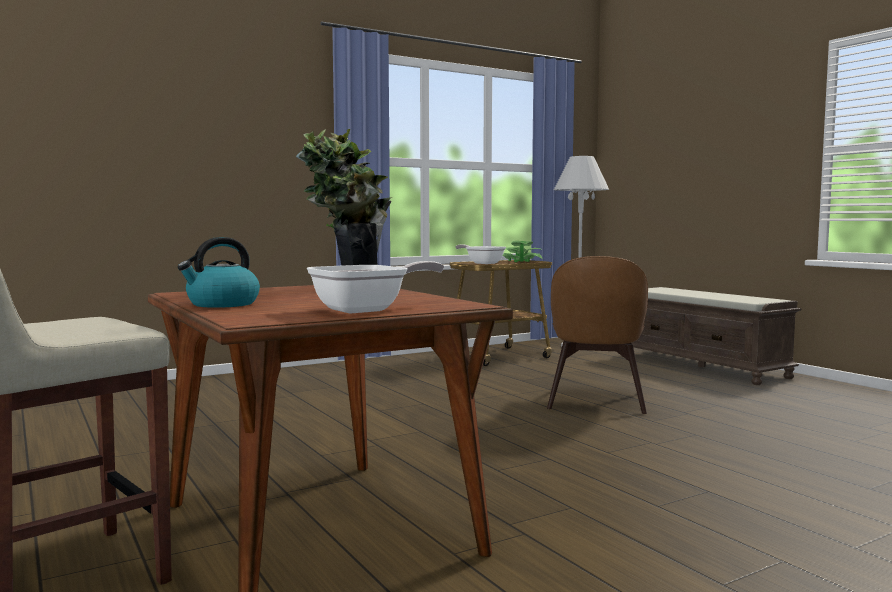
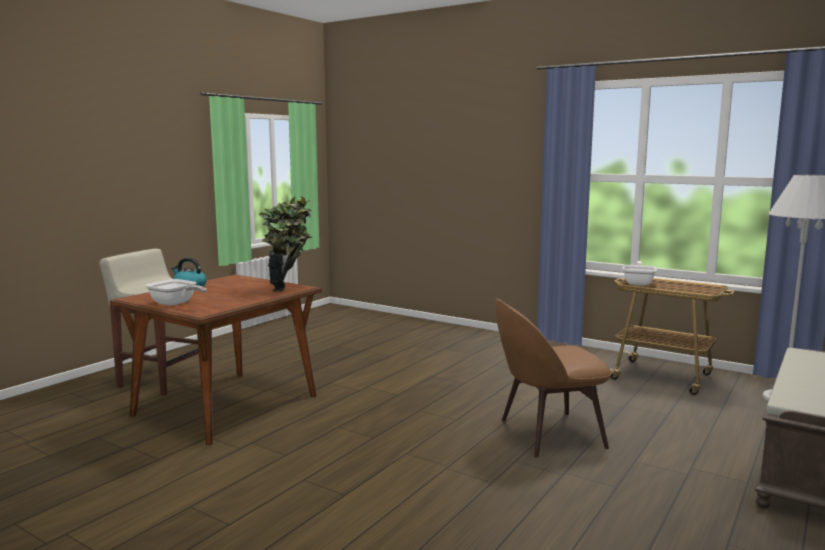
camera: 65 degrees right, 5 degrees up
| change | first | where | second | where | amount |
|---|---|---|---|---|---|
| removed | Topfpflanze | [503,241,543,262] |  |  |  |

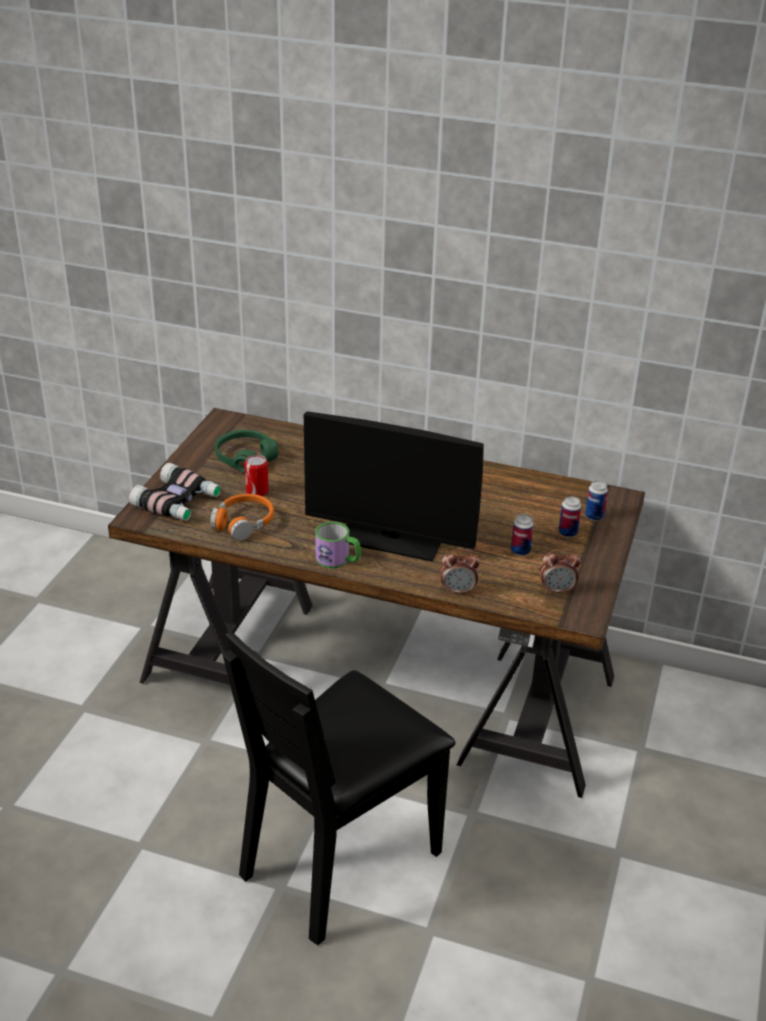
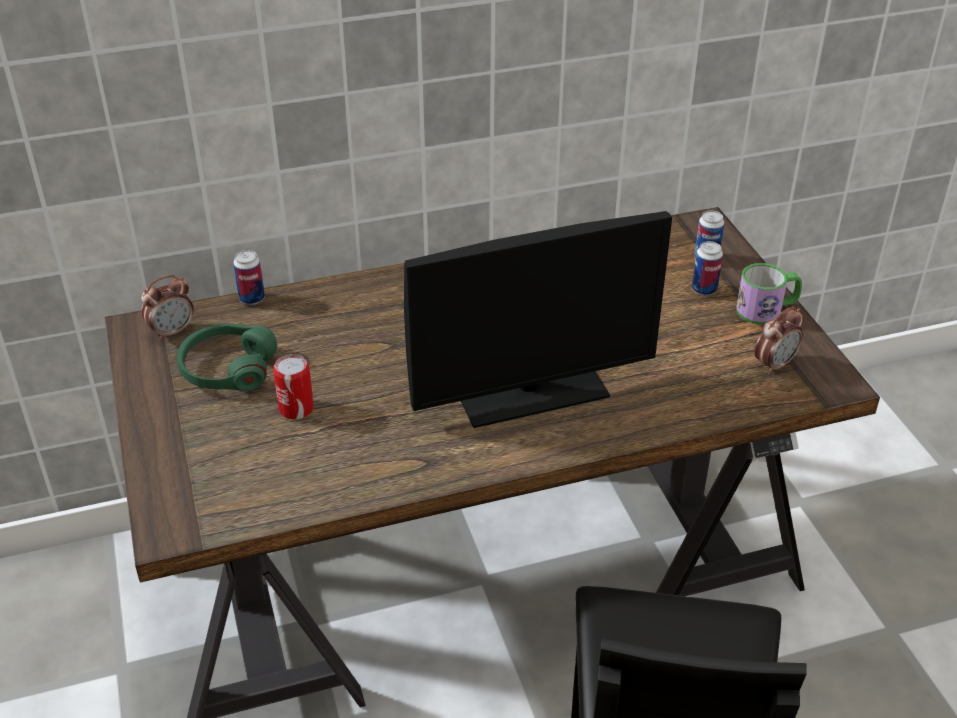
camera: 35 degrees left, 5 degrees up
| change | first | where | second | where | amount |
|---|---|---|---|---|---|
| removed | Fernglas | [129,463,221,521] |  |  |  |
| removed | Kopfhörer [orange] | [210,494,274,541] |  |  |  |
| moved | Dose | [511,514,534,556] |  | [233,250,265,305] |  |
| moved | Henkelbecher | [315,522,361,568] |  | [736,263,802,325] |  |
| moved | Wecker | [440,549,480,595] |  | [141,275,194,341] |  |

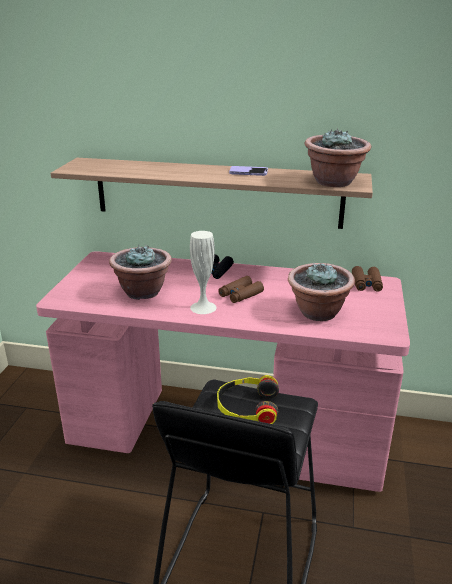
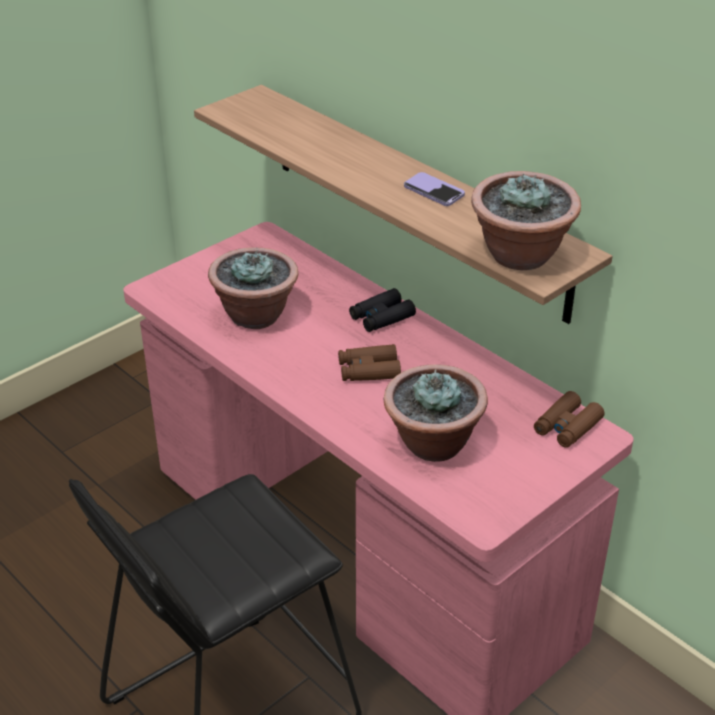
camera: 35 degrees right, 10 degrees up
| change | first | where | second | where | amount |
|---|---|---|---|---|---|
| removed | Vase [weiß] | [190,231,217,314] |  |  |  |
| removed | Kopfhörer | [217,375,279,424] |  |  |  |

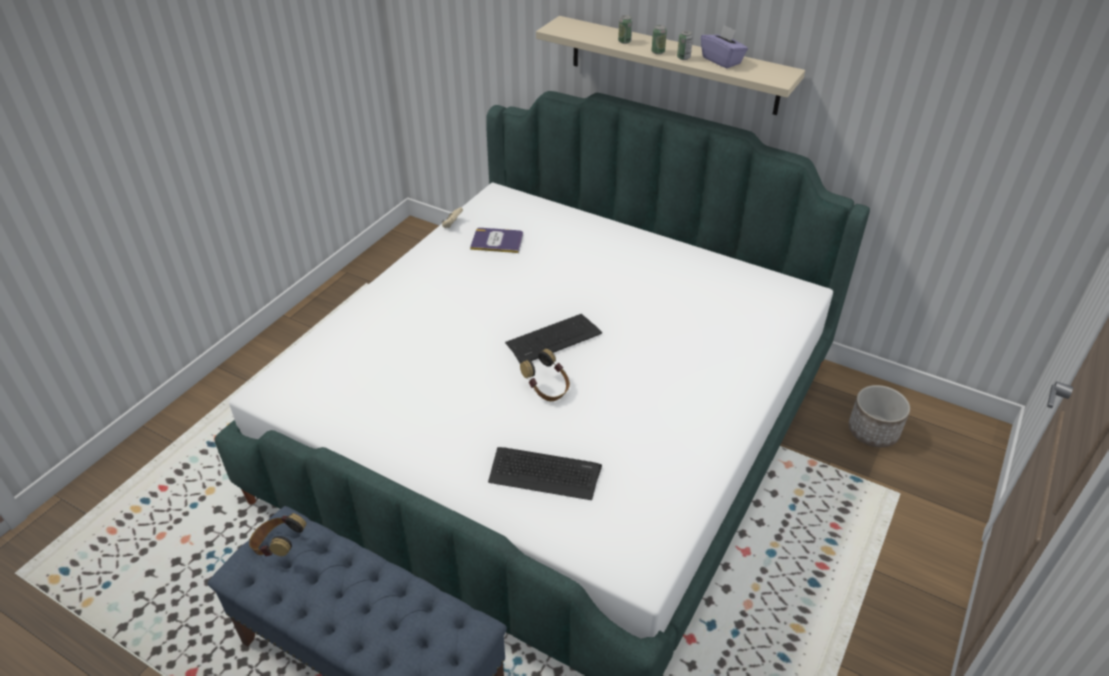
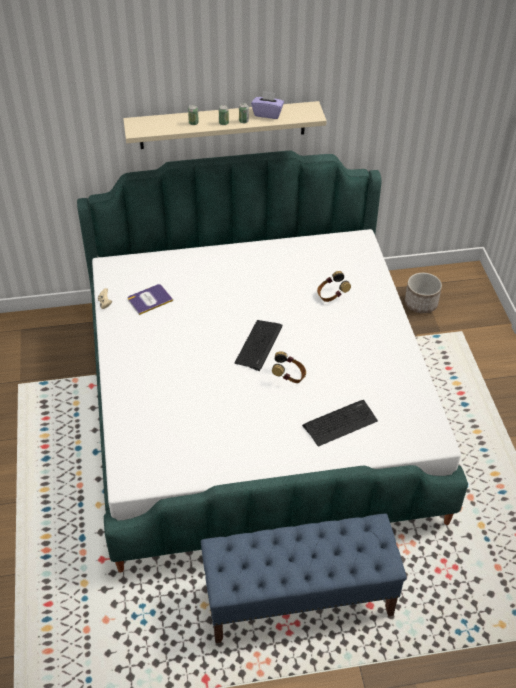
camera: 40 degrees left, 5 degrees up
| change | first | where | second | where | amount |
|---|---|---|---|---|---|
| moved | Kopfhörer | [249,513,306,556] |  | [317,271,351,302] |  |

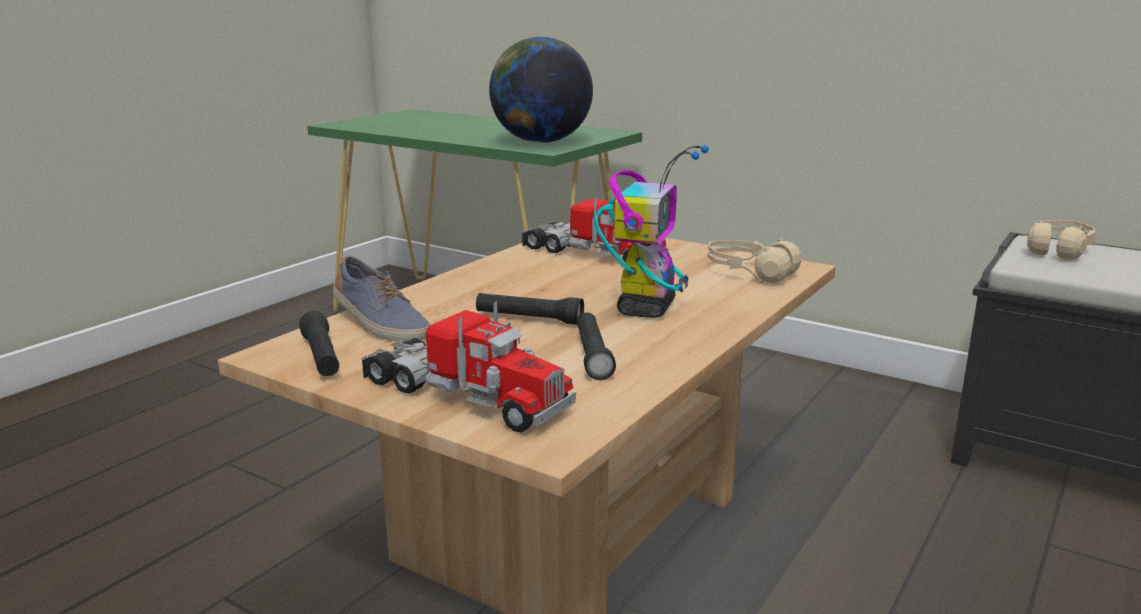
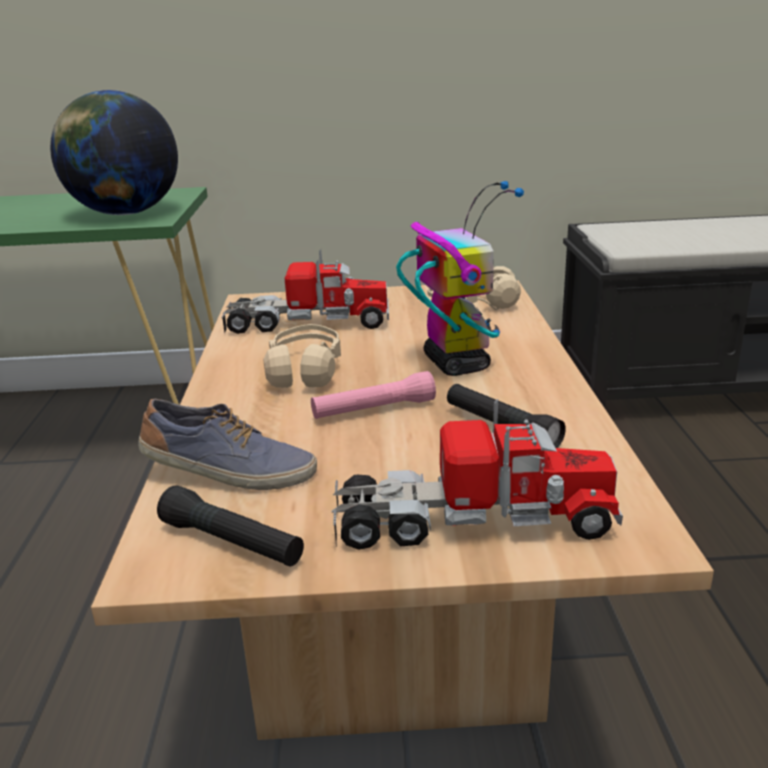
camera: 35 degrees left, 5 degrees up
| change | first | where | second | where | amount |
|---|---|---|---|---|---|
| moved | Kopfhörer [beige] | [1027,220,1096,260] |  | [264,324,341,388] |  |
| recoloured | Taschenlampe [schwarz] | [476,293,584,325] | Taschenlampe [rosa] | [311,371,436,419] |  |

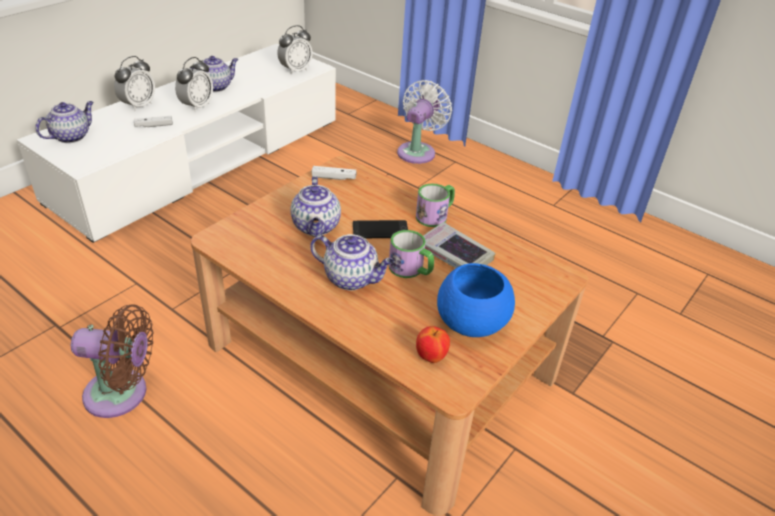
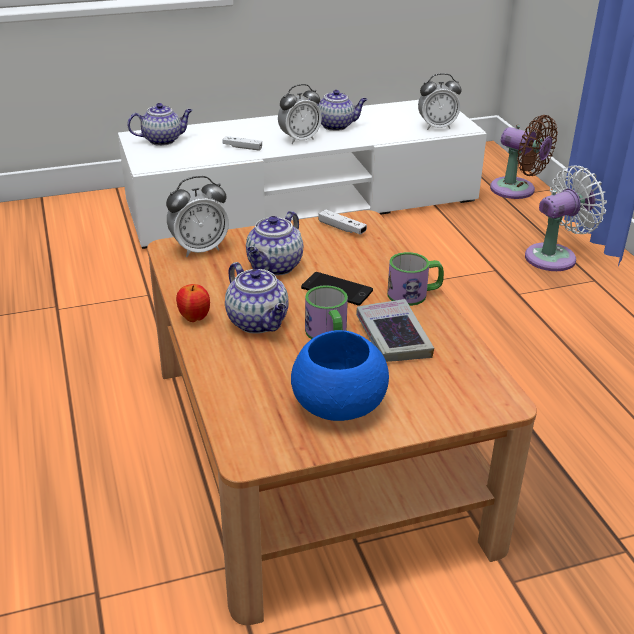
camera: 35 degrees right, 5 degrees down
| change | first | where | second | where | amount |
|---|---|---|---|---|---|
| moved | Wecker | [114,56,155,112] |  | [166,176,229,257] |  |
| moved | Ventilator [braun] | [71,304,154,418] |  | [490,115,558,199] |  |
| moved | Apfel | [416,326,450,363] |  | [176,284,210,322] |  |

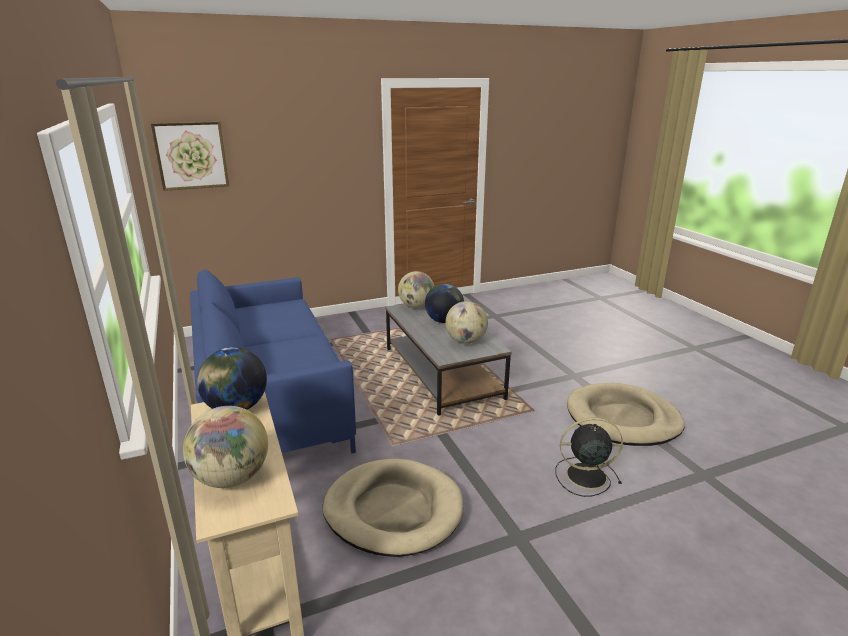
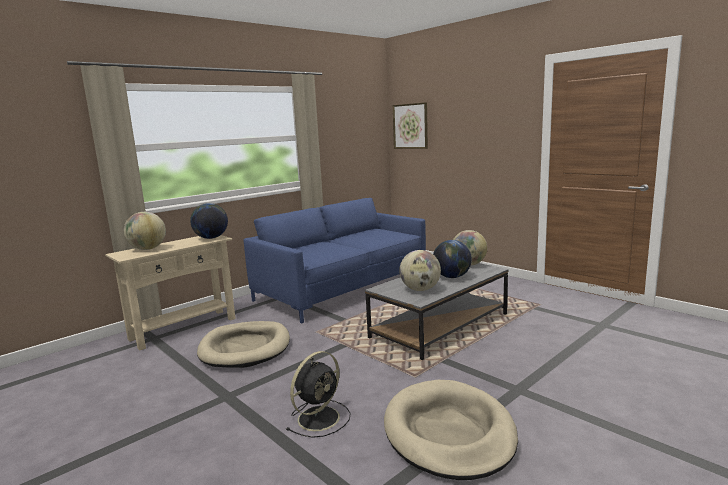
camera: 70 degrees right, 10 degrees down
| change | first | where | second | where | amount |
|---|---|---|---|---|---|
| turned | Ventilator [schwarz] | [555,417,623,497] |  | [286,351,351,438] | 60 degrees clockwise |

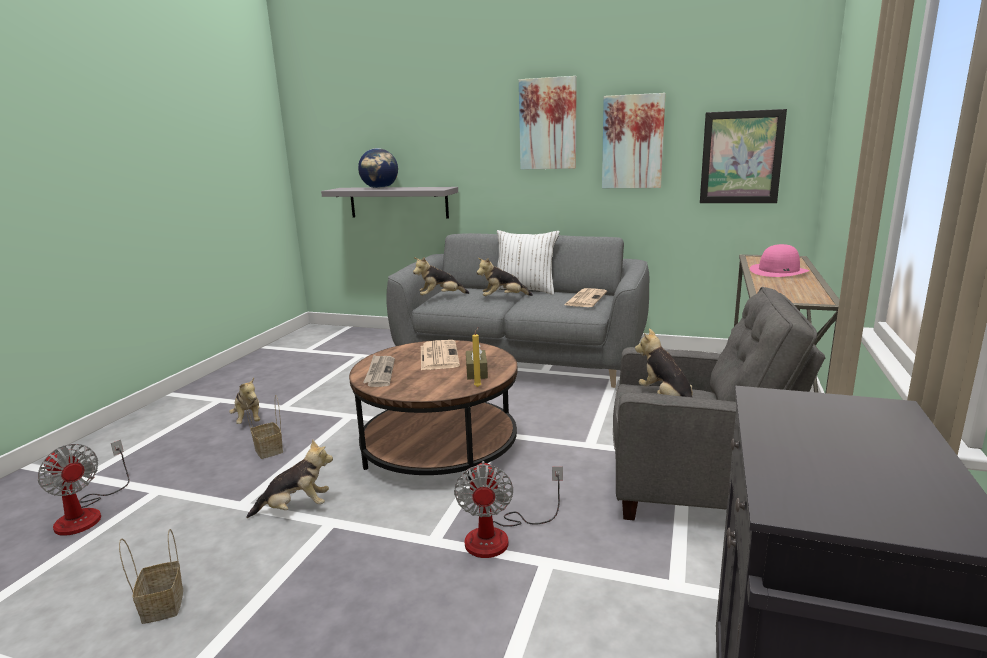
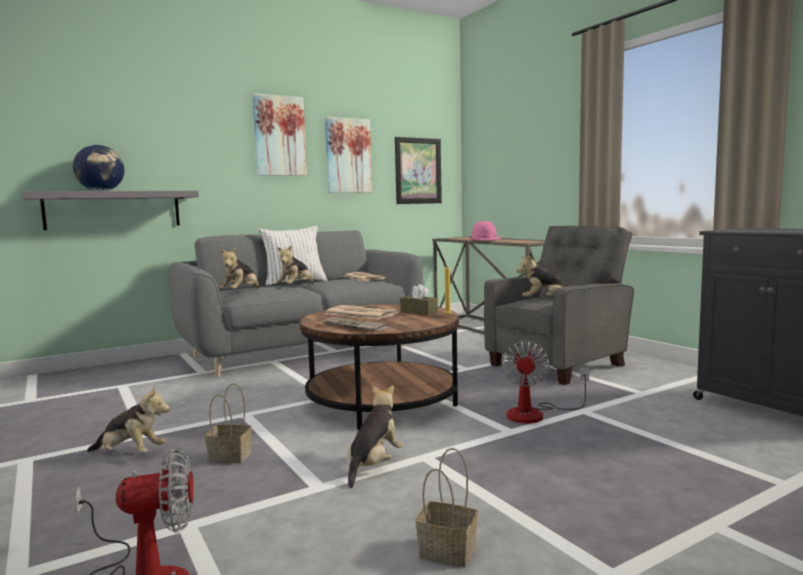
camera: 50 degrees left, 10 degrees down
| change | first | where | second | where | amount |
|---|---|---|---|---|---|
| turned | Ventilator | [454,461,563,558] |  | [501,341,589,423] | 60 degrees clockwise |

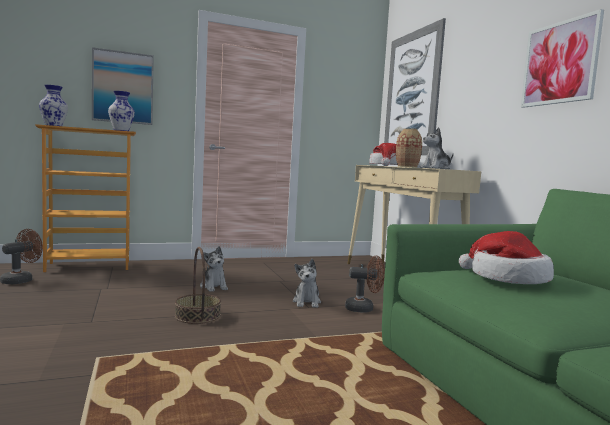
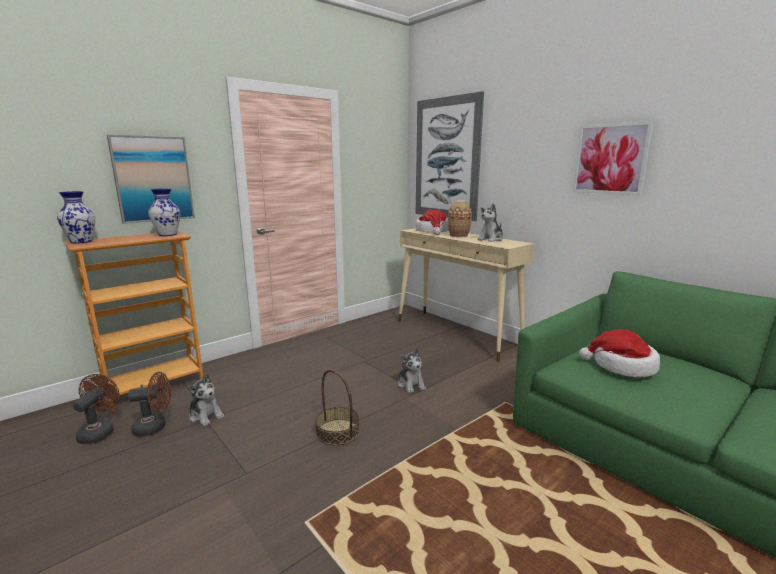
camera: 20 degrees left, 10 degrees up
| change | first | where | second | where | amount |
|---|---|---|---|---|---|
| moved | Plüschtier | [200,246,228,292] |  | [188,373,224,426] |  |
| moved | Ventilator [braun] | [345,256,385,313] |  | [127,372,171,437] |  |

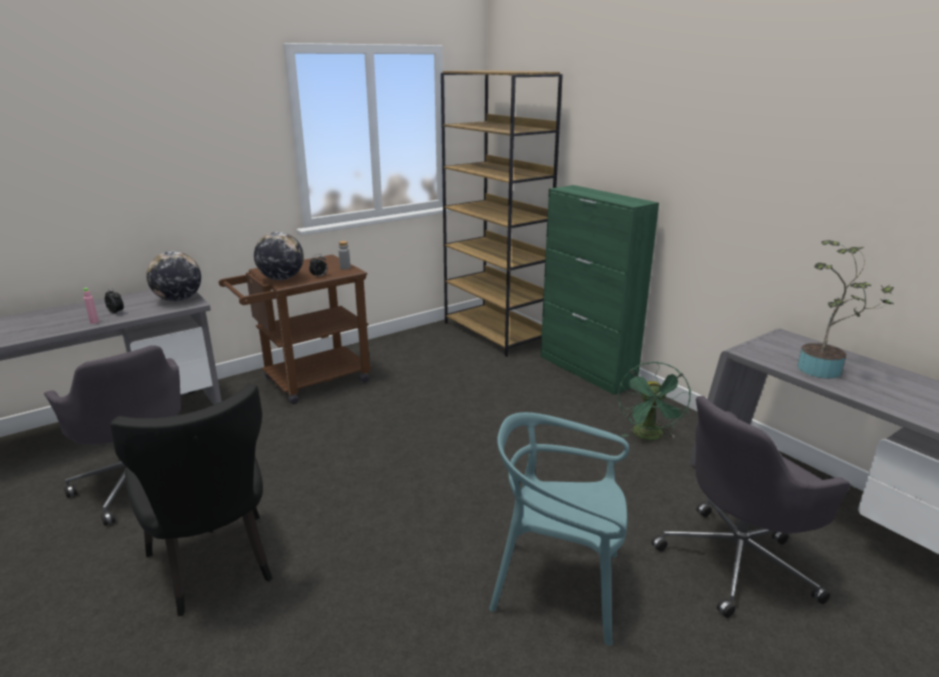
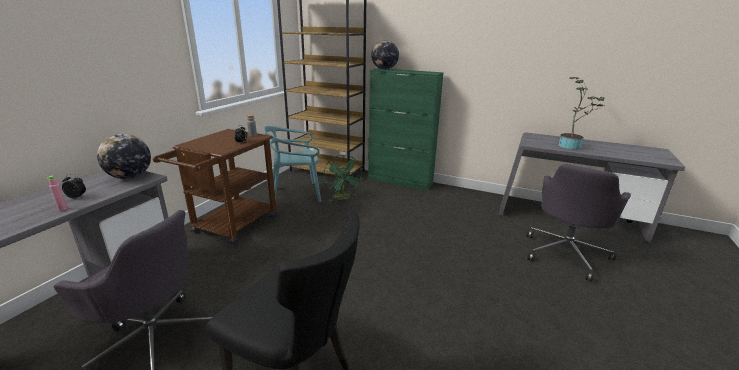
camera: 30 degrees left, 0 degrees up
| change | first | where | second | where | amount |
|---|---|---|---|---|---|
| moved | Globus | [254,232,304,280] |  | [371,40,399,70] |  |
| moved | Ventilator [grün] | [618,362,691,440] |  | [324,155,362,201] |  |
| moved | Stuhl [türkis] | [489,412,629,646] |  | [264,126,322,202] |  |

